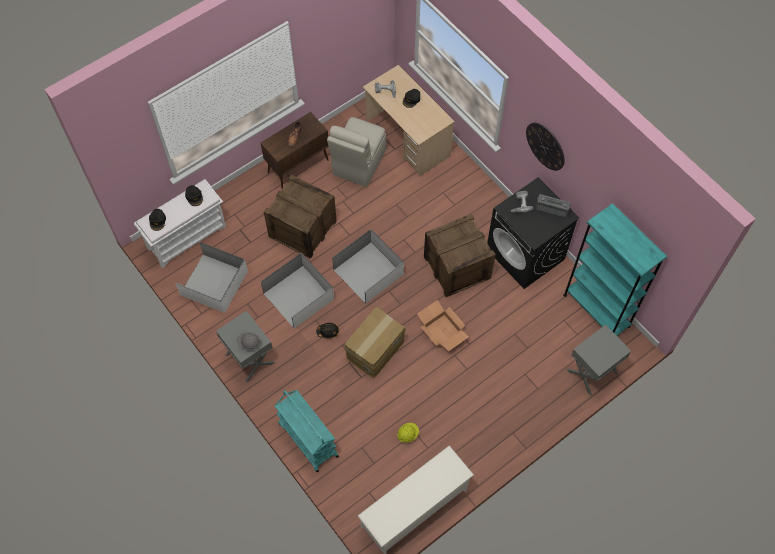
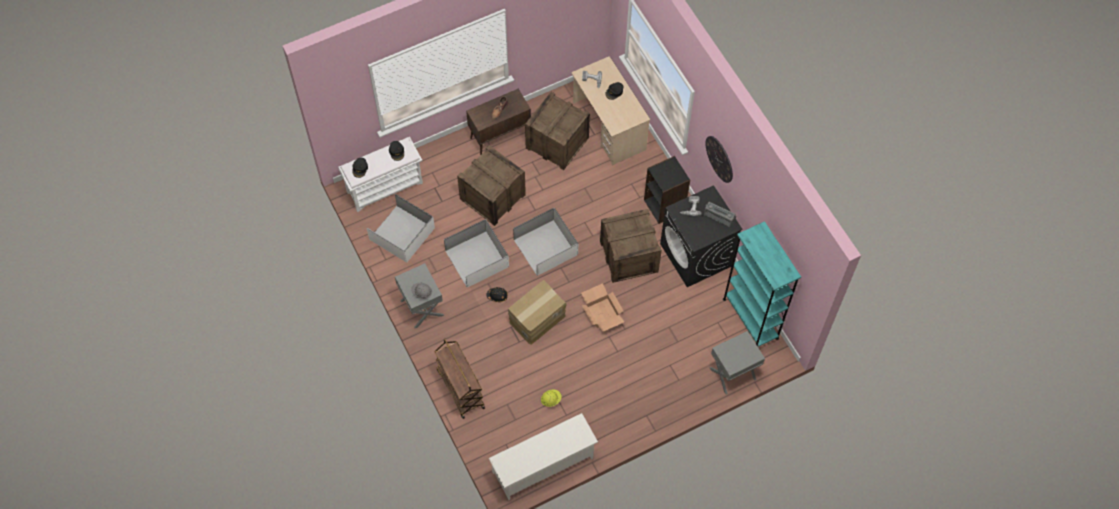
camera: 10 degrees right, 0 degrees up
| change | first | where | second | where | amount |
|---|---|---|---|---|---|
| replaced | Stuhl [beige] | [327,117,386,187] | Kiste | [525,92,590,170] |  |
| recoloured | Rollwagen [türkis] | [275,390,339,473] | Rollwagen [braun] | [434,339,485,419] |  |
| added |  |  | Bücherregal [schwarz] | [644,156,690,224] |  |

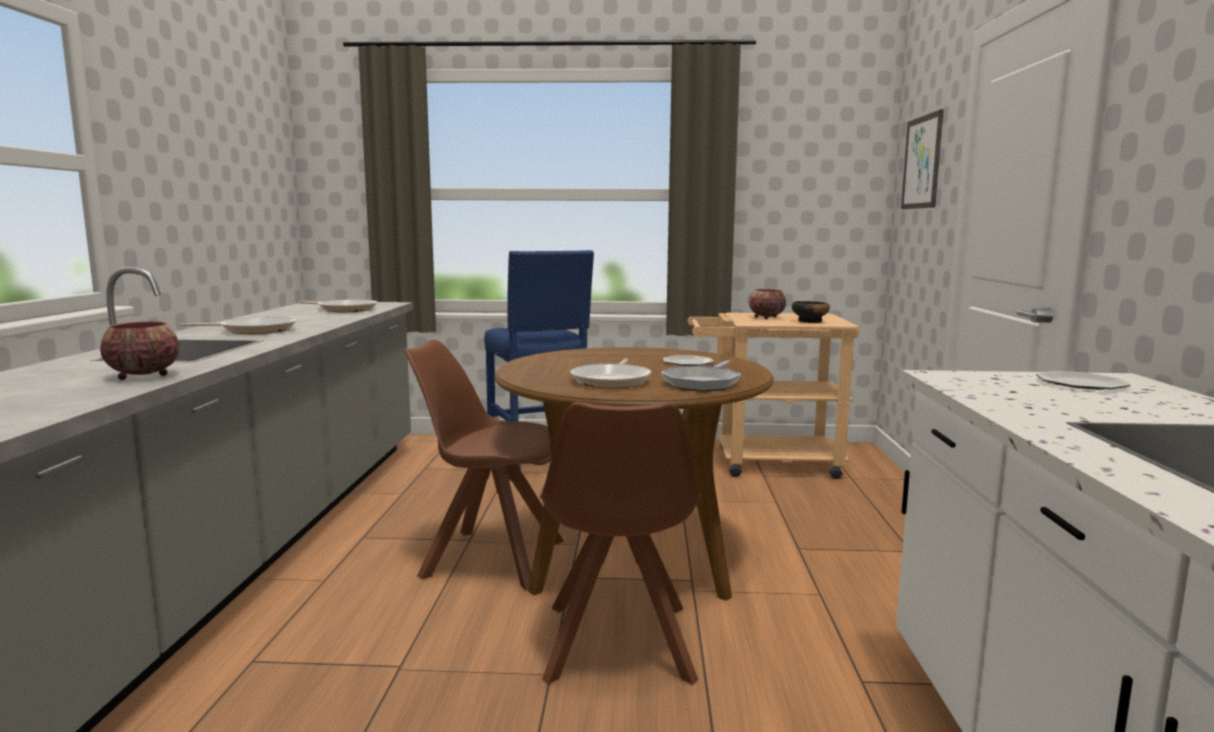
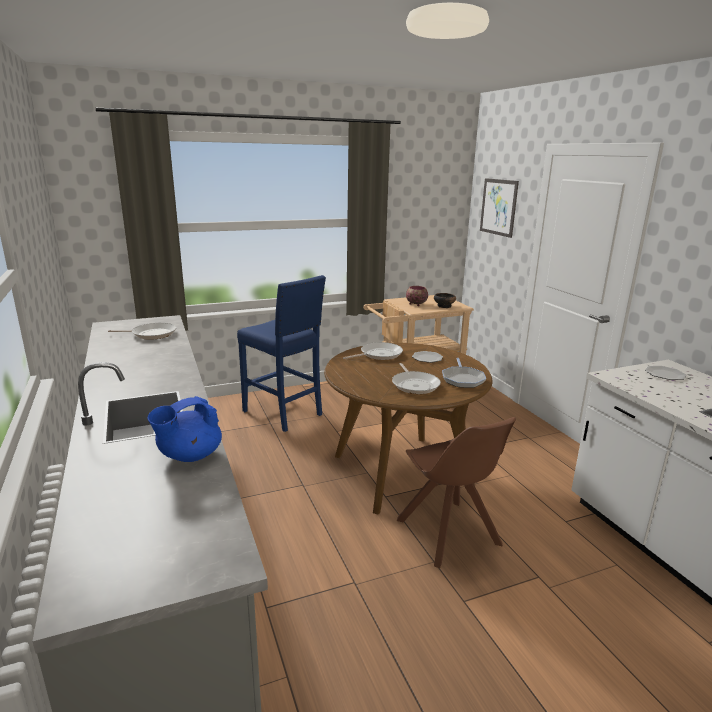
camera: 25 degrees left, 10 degrees up
| change | first | where | second | where | amount |
|---|---|---|---|---|---|
| moved | Pfanne | [181,317,297,334] |  | [343,342,403,360] |  |
| replaced | Schüssel | [100,321,180,380] | Teekanne [blau] | [148,396,222,462] |  |
| removed | Stuhl [braun] | [404,340,564,591] |  |  |  |

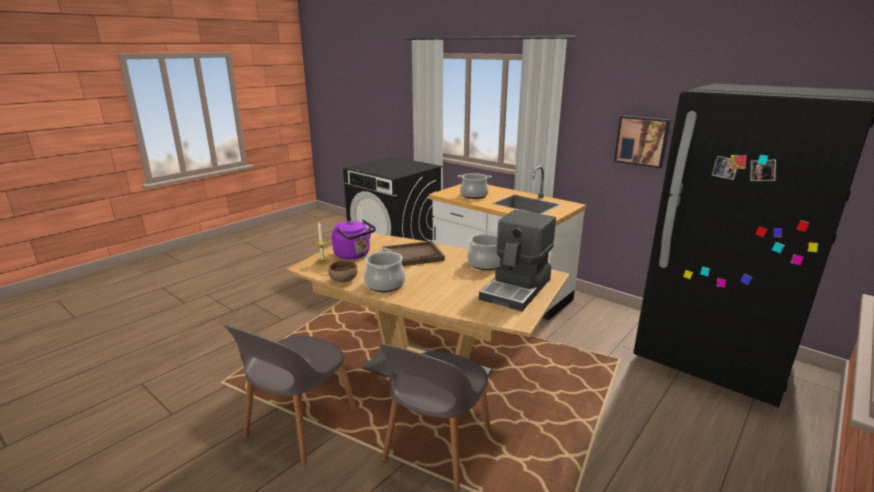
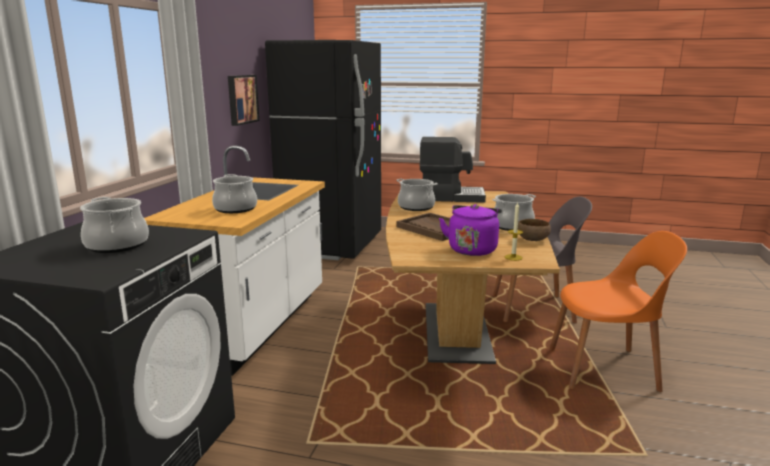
camera: 115 degrees left, 5 degrees down
| change | first | where | second | where | amount |
|---|---|---|---|---|---|
| recoloured | Stuhl [grau] | [223,325,356,465] | Stuhl [orange] | [550,231,687,392] |  |
| added |  |  | Kochtopf | [80,197,149,253] |  |

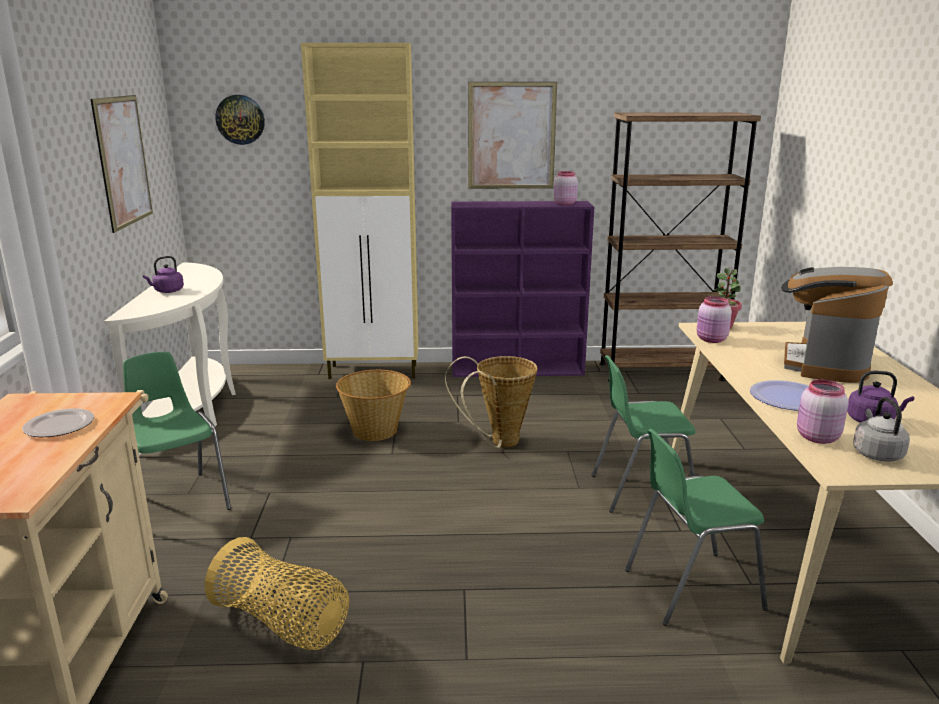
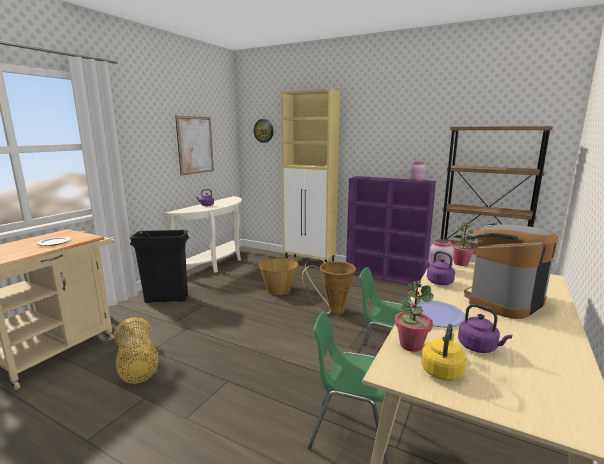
camera: 30 degrees right, 5 degrees down
| change | first | where | second | where | amount |
|---|---|---|---|---|---|
| removed | Bild | [468,82,557,189] |  |  |  |
| replaced | Stuhl [grün] | [123,352,231,510] | Mülleimer [schwarz] | [130,230,189,303] |  |
| replaced | Vorratsglas [rosa] | [797,379,848,444] | Topfpflanze | [395,281,434,352] |  |
| recoloured | Wasserkessel [grau] | [853,397,910,462] | Wasserkessel [gelb] | [421,324,466,381] |  |
| added |  |  | Wasserkessel [lila] | [425,251,455,285] |  |

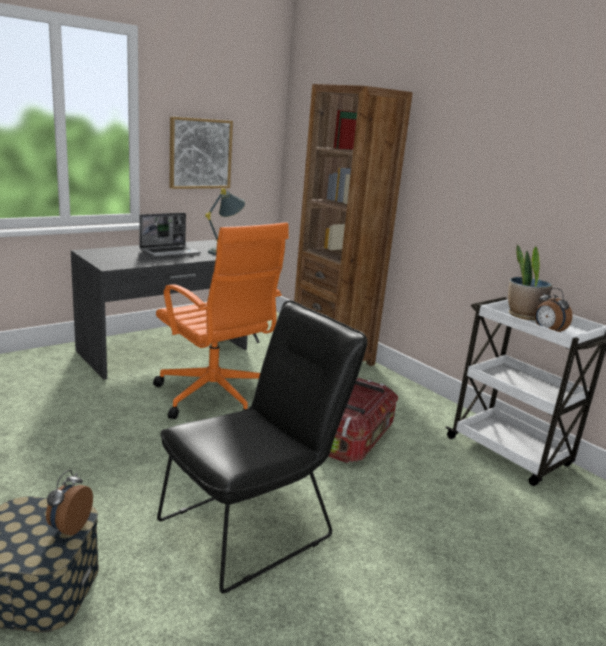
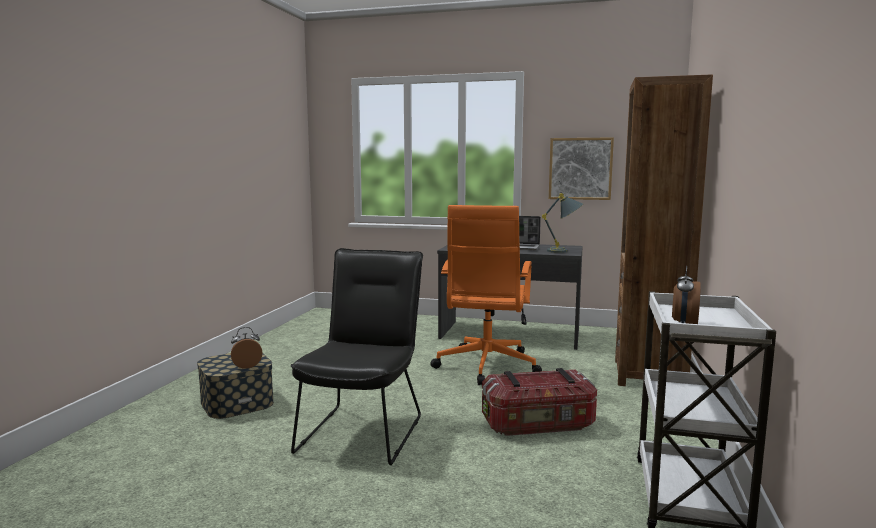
camera: 55 degrees right, 10 degrees down
| change | first | where | second | where | amount |
|---|---|---|---|---|---|
| removed | Topfpflanze | [508,245,552,320] |  |  |  |
| turned | Stuhl [schwarz] | [157,300,367,594] |  | [291,248,423,465] | 90 degrees counterclockwise |

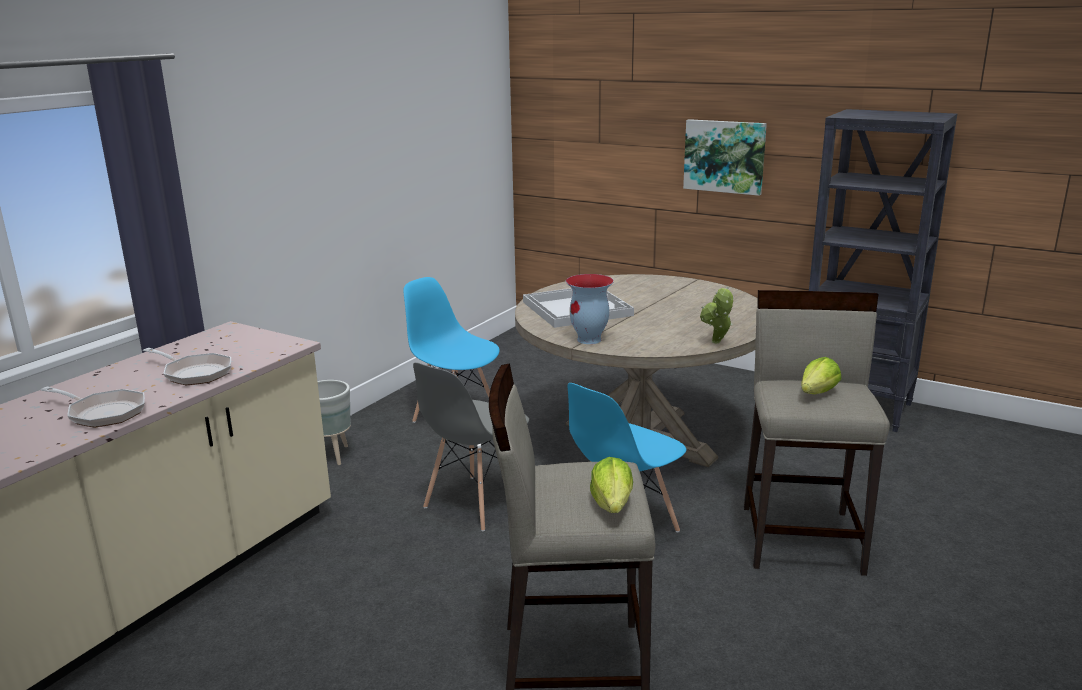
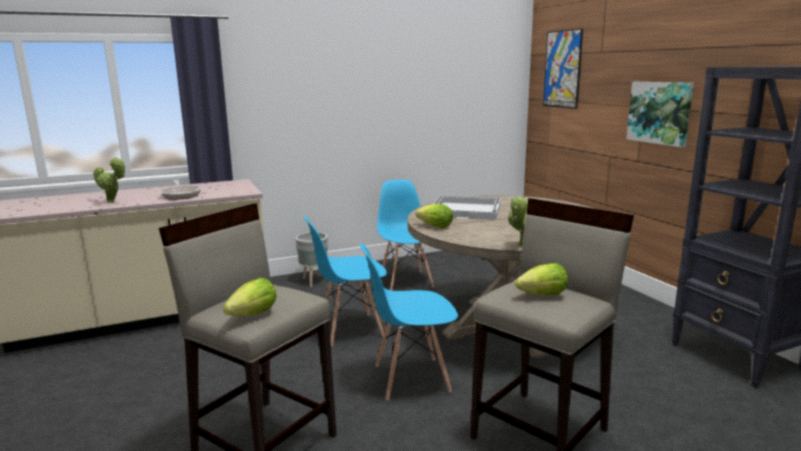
camera: 35 degrees right, 5 degrees down
| change | first | where | second | where | amount |
|---|---|---|---|---|---|
| replaced | Vase | [566,274,614,344] | Salatkopf | [416,204,453,228] |  |
| recoloured | Stuhl [grau] | [413,362,529,531] | Stuhl [blau] | [304,216,387,346] |  |
| replaced | Pfanne | [41,387,145,428] | Topfpflanze | [93,157,125,203] |  |
| added |  |  | Bild | [543,28,583,109] |  |

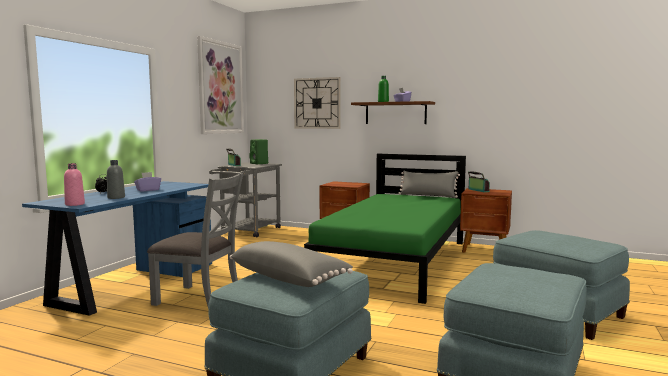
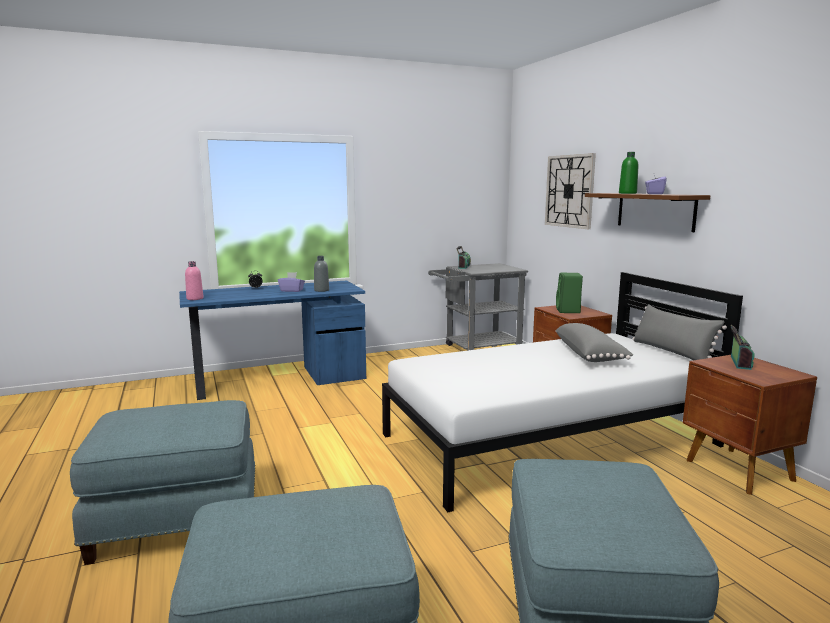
camera: 45 degrees right, 5 degrees up
| change | first | where | second | where | amount |
|---|---|---|---|---|---|
| removed | Bild | [197,36,244,134] |  |  |  |
| moved | Lautsprecher [grün] | [249,139,268,164] |  | [556,273,583,313] |  |
| recoloured | Bett [grün] | [304,154,466,304] | Bett [weiß] | [382,272,743,512] |  |
| moved | Flasche [grau] | [107,160,125,199] |  | [314,256,329,292] |  |
| removed | Stuhl [grau] | [147,173,243,306] |  |  |  |
| moved | Kissen [grau] | [230,241,353,287] |  | [555,323,633,362] |  |

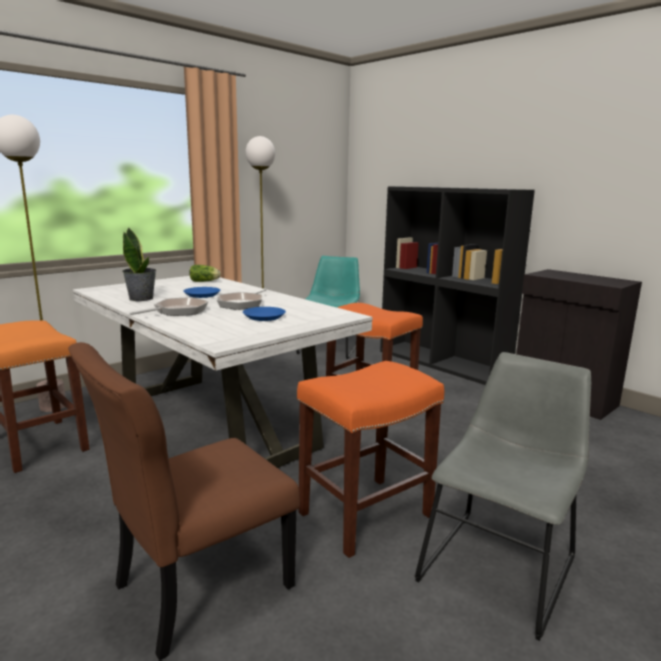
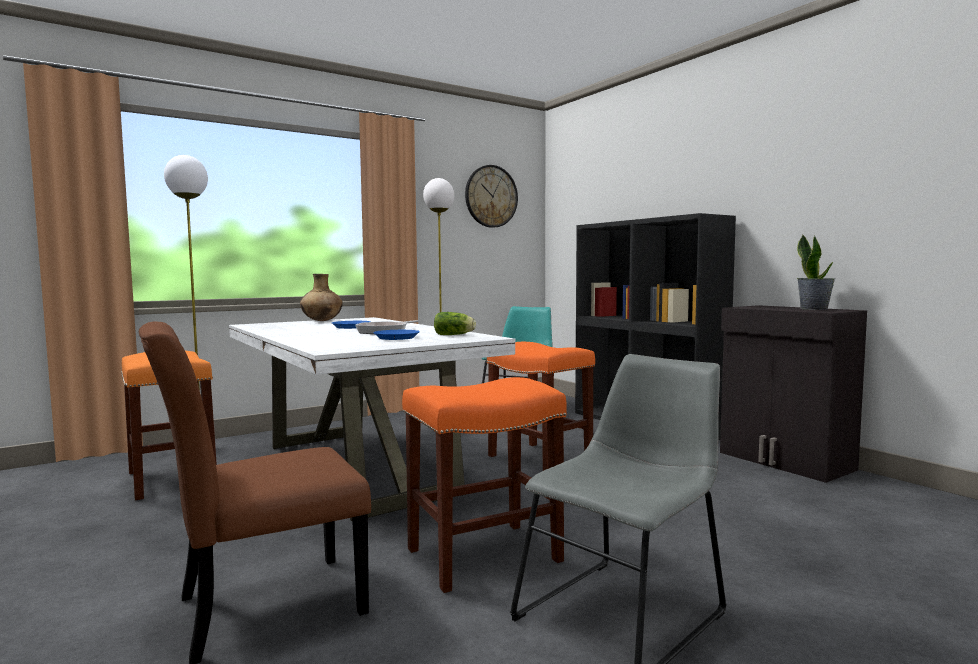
camera: 10 degrees right, 10 degrees down
| change | first | where | second | where | amount |
|---|---|---|---|---|---|
| moved | Topfpflanze | [122,227,156,301] |  | [797,235,835,310] |  |
| moved | Salatkopf | [189,265,221,282] |  | [434,312,476,335] |  |
| removed | Pfanne | [129,297,208,316] |  |  |  |
| added |  |  | Wanduhr | [465,165,518,228] |  |
| added |  |  | Vase [braun] | [300,274,343,321] |  |

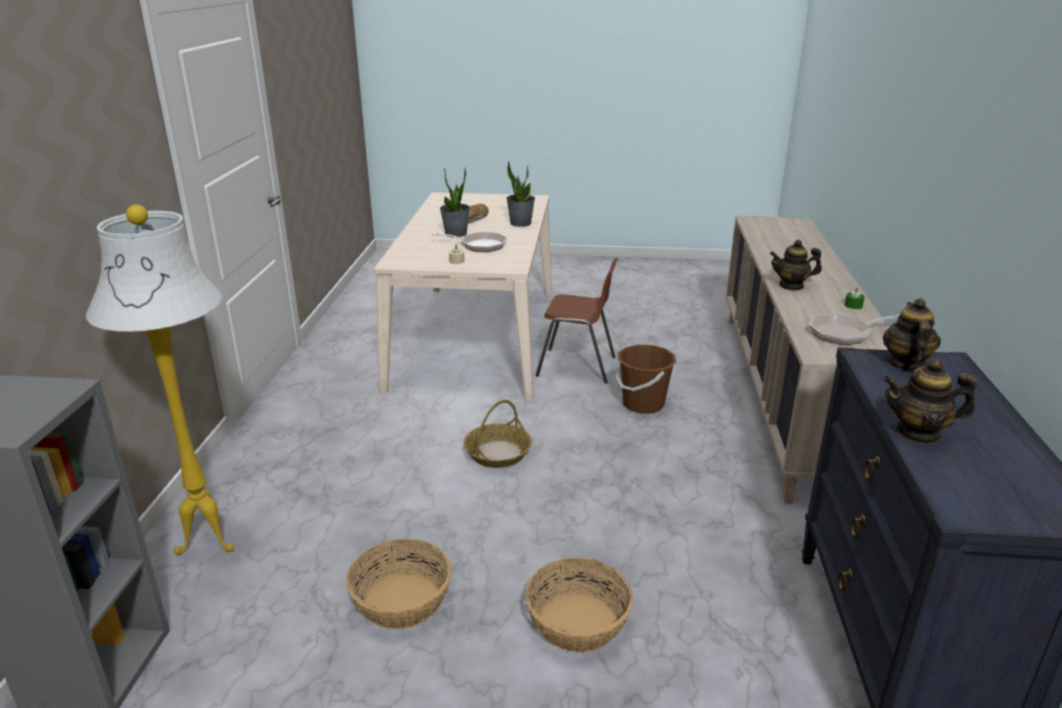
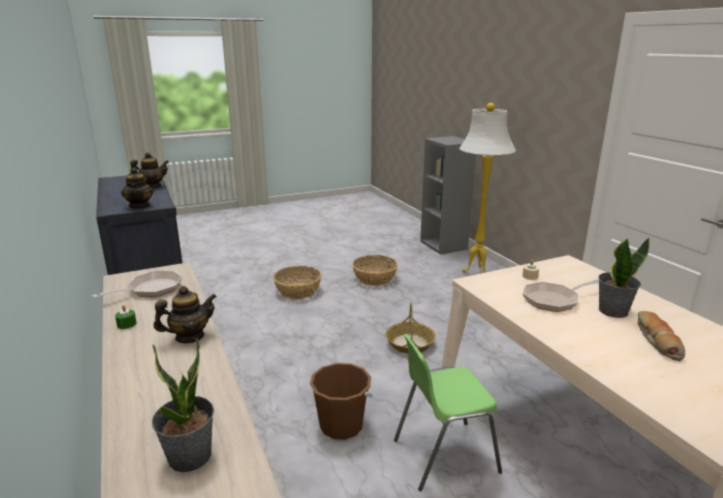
camera: 150 degrees right, 5 degrees down
| change | first | where | second | where | amount |
|---|---|---|---|---|---|
| moved | Topfpflanze | [506,161,535,227] |  | [152,338,214,472] |  |
| recoloured | Stuhl [braun] | [536,258,618,383] | Stuhl [grün] | [394,334,502,491] |  |

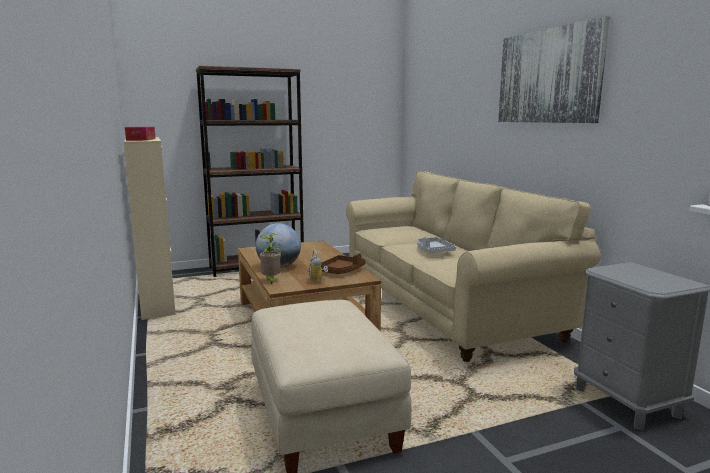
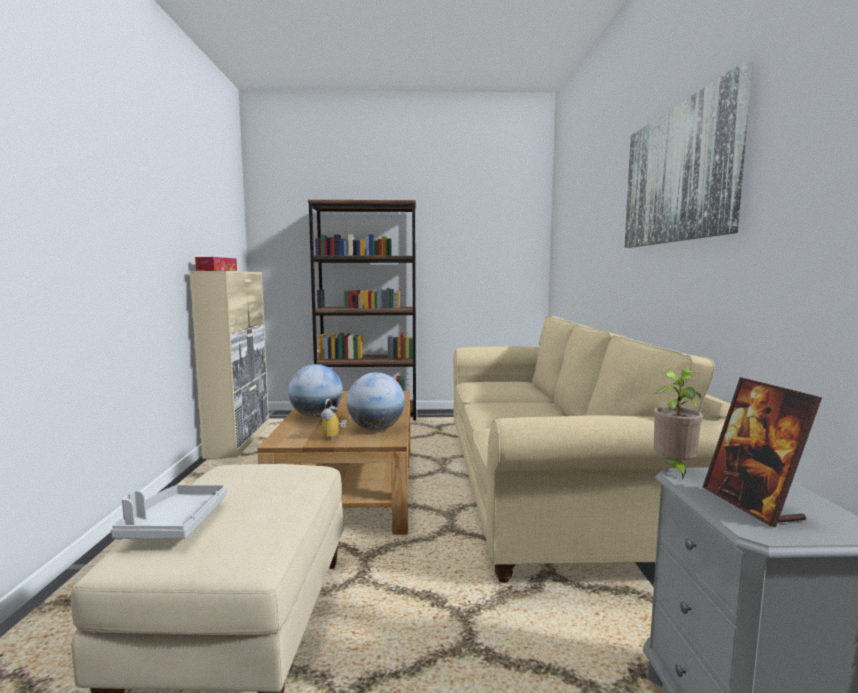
camera: 20 degrees right, 5 degrees down
| change | first | where | second | where | amount |
|---|---|---|---|---|---|
| moved | Topfpflanze | [259,233,281,284] |  | [653,369,703,480] |  |
| moved | Tablett [grau] | [417,237,456,253] |  | [111,485,227,539] |  |
| replaced | Tablett [braun] | [321,253,366,274] | Globus | [347,372,405,431] |  |
| added |  |  | Bilderrahmen | [703,377,822,527] |  |

